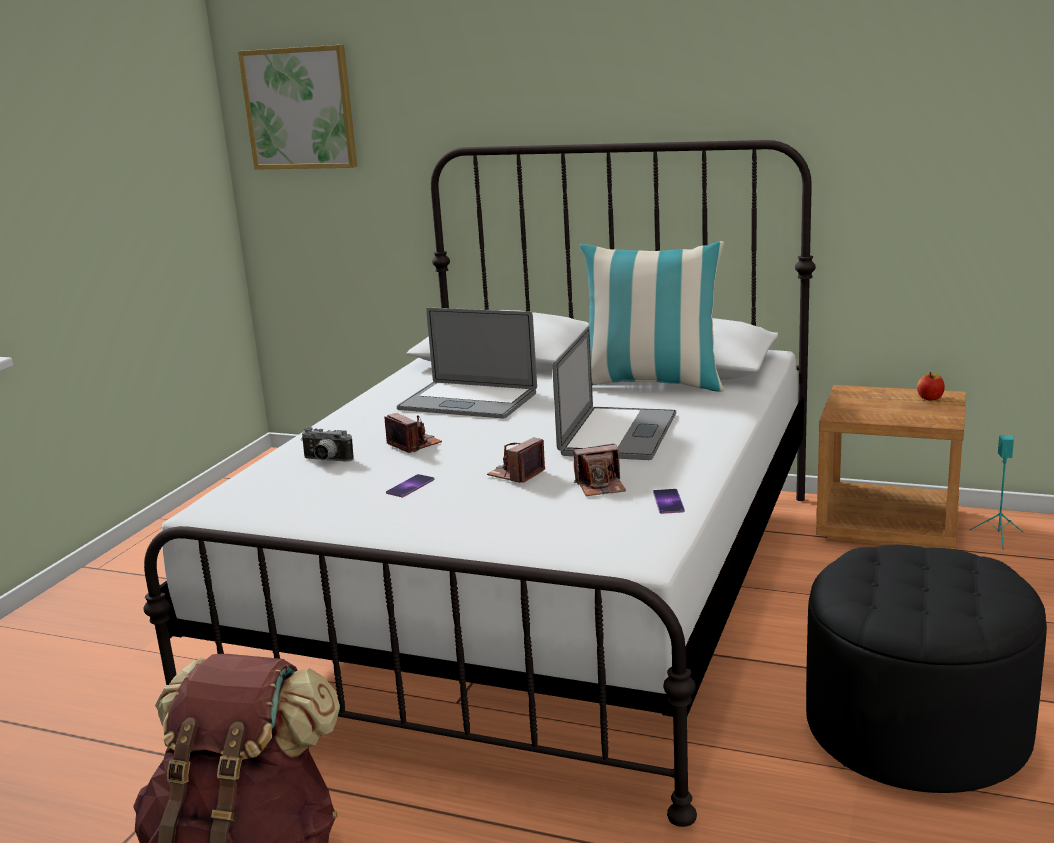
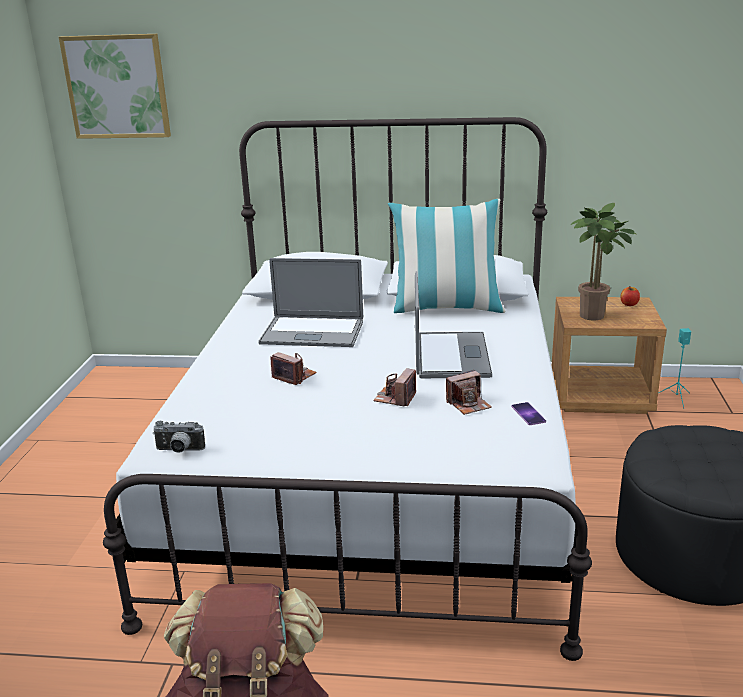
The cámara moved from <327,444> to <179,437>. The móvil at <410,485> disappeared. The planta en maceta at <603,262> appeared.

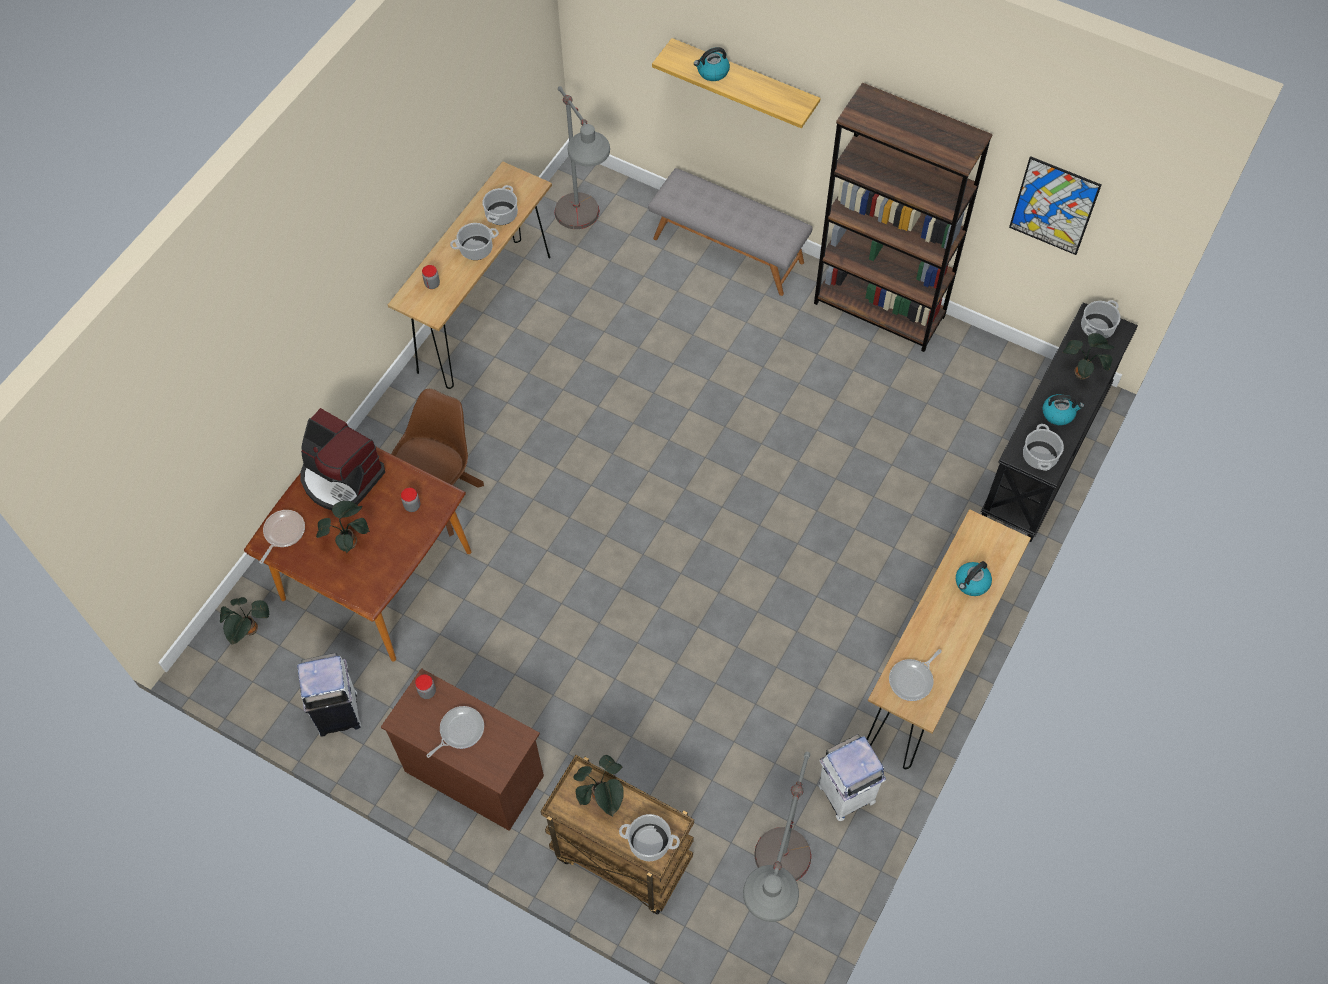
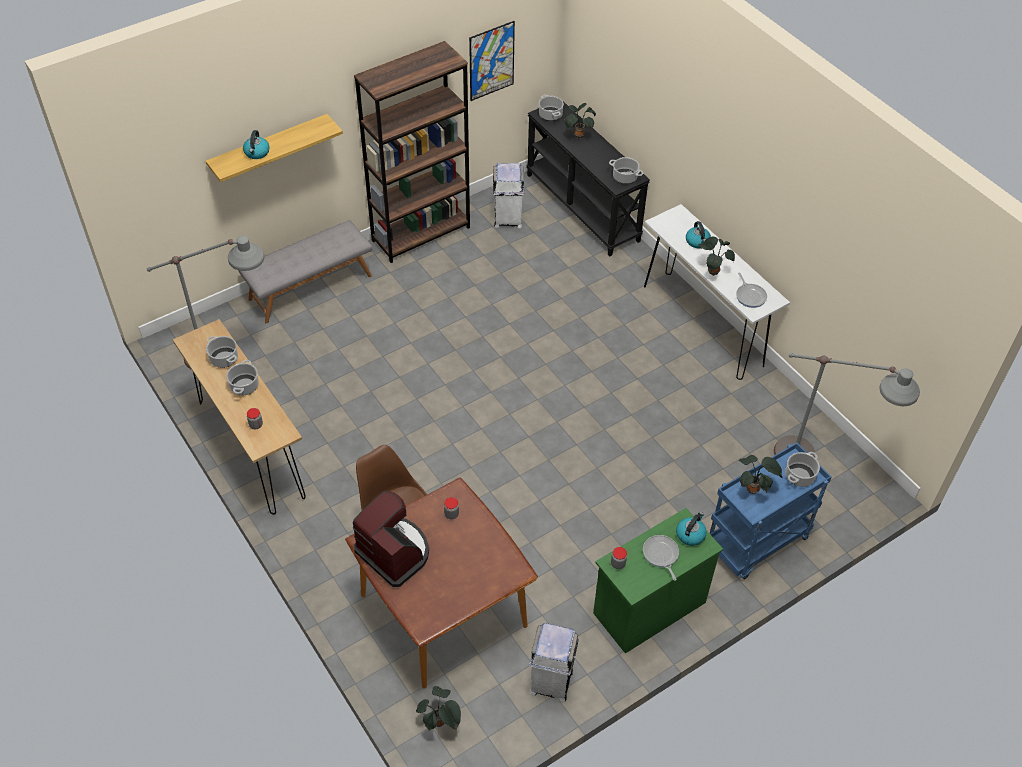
The hervidor moved from <1063,409> to <691,529>. The cafetera at <342,459> turned 105 degrees counterclockwise. The planta en maceta moved from <343,527> to <717,256>. The mesa consola (marrón) at <949,639> became the mesa consola (blanco) at <717,292>. The sartén at <282,537> disappeared. The cómoda (marrón) at <462,749> became the cómoda (verde) at <658,581>. The papelera (blanco) moved from <852,777> to <508,195>. The carrito (marrón) at <617,835> became the carrito (azul) at <771,510>.

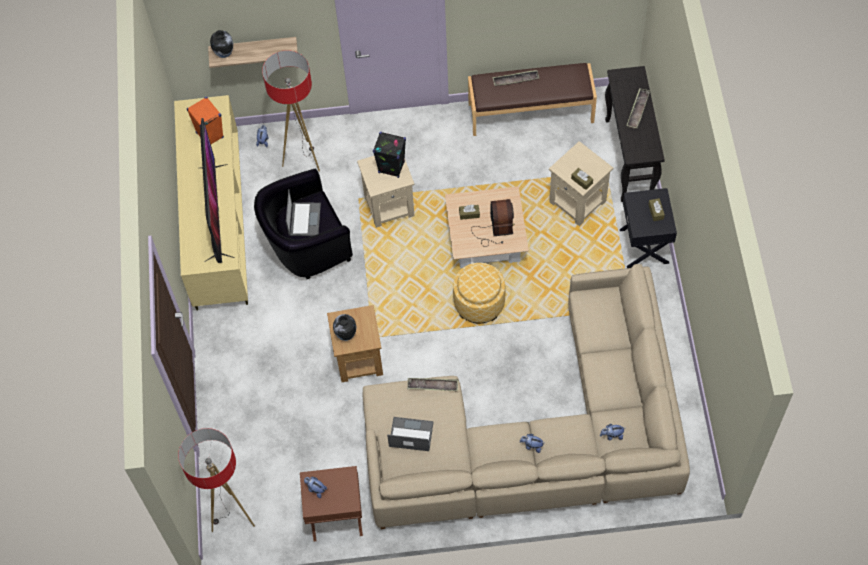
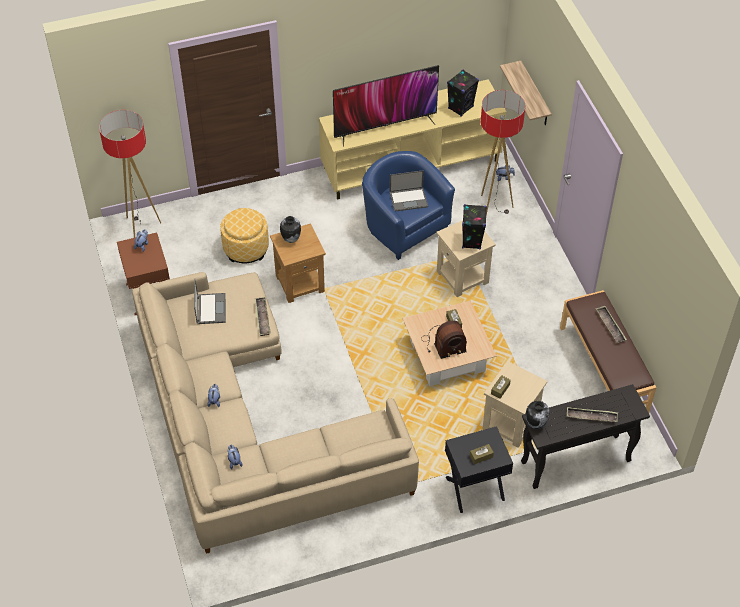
The florero moved from <221,44> to <538,415>. The altavoz (naranja) at <205,120> became the altavoz (negro) at <463,93>. The sillón (negro) at <303,224> became the sillón (azul) at <408,205>. The puf moved from <479,293> to <244,235>.

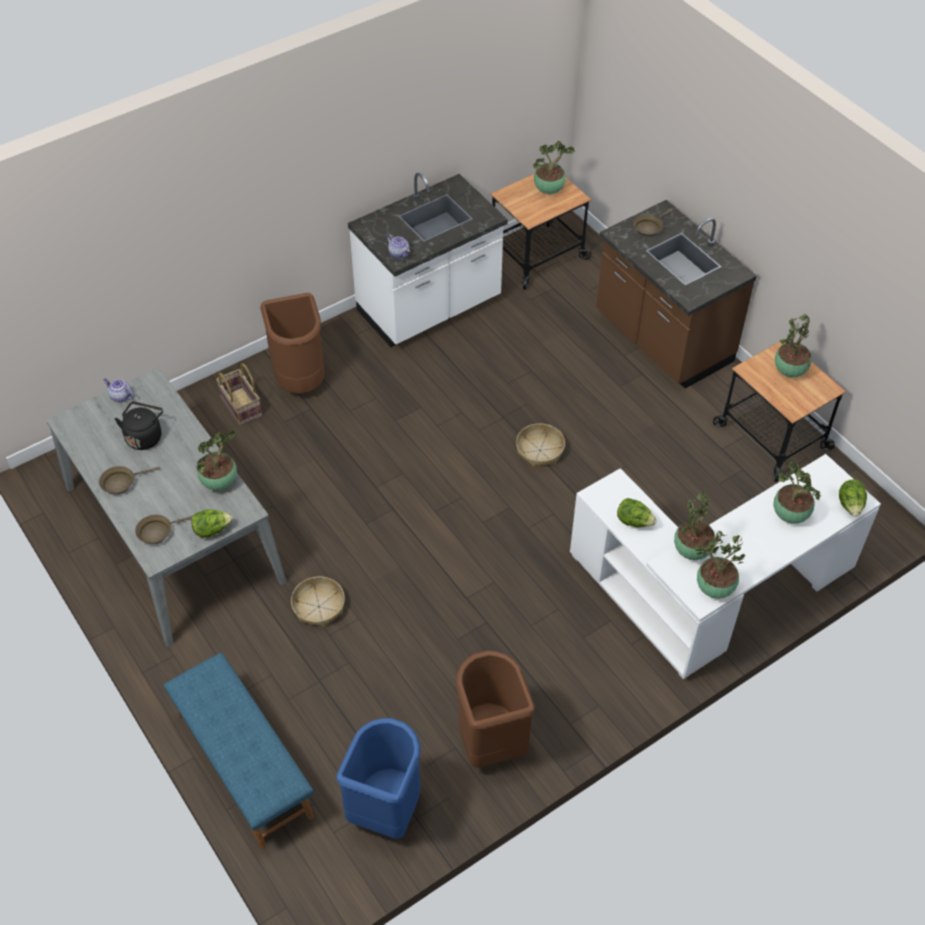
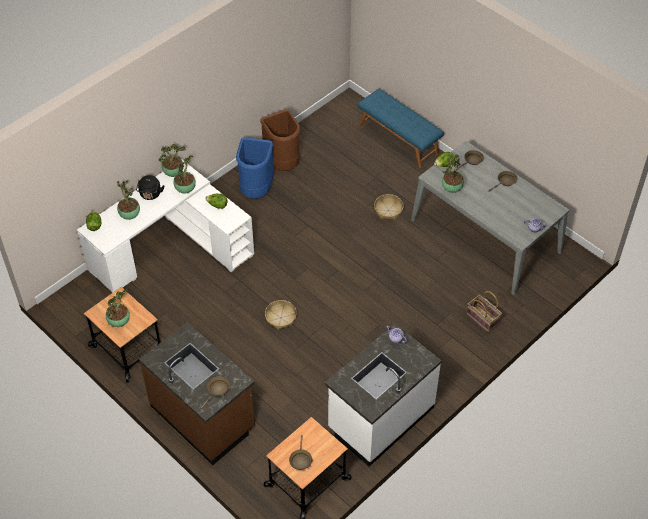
The planta en maceta at <554,167> was replaced by the sartén (marrón) at <300,452>. The papelera (marrón) at <292,343> disappeared. The hervidor (negro) moved from <139,426> to <150,187>. The papelera (azul) moved from <378,778> to <255,168>.

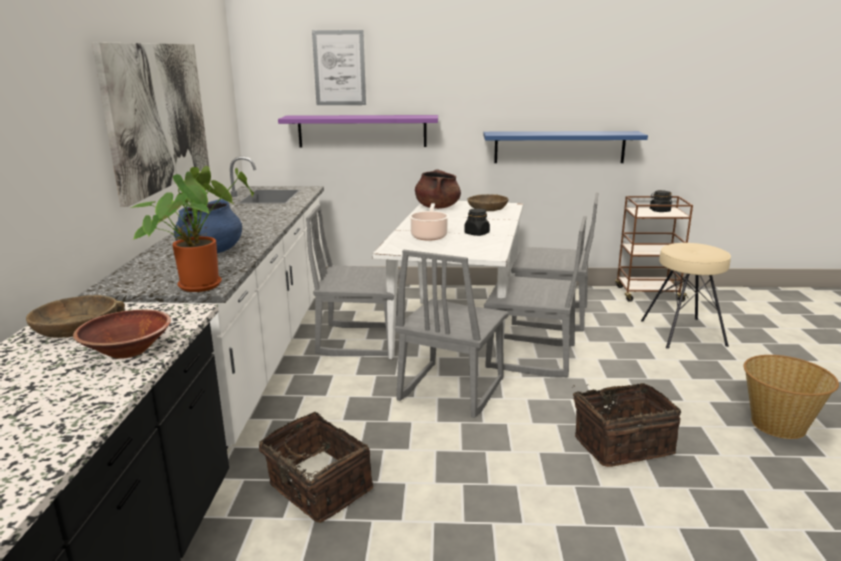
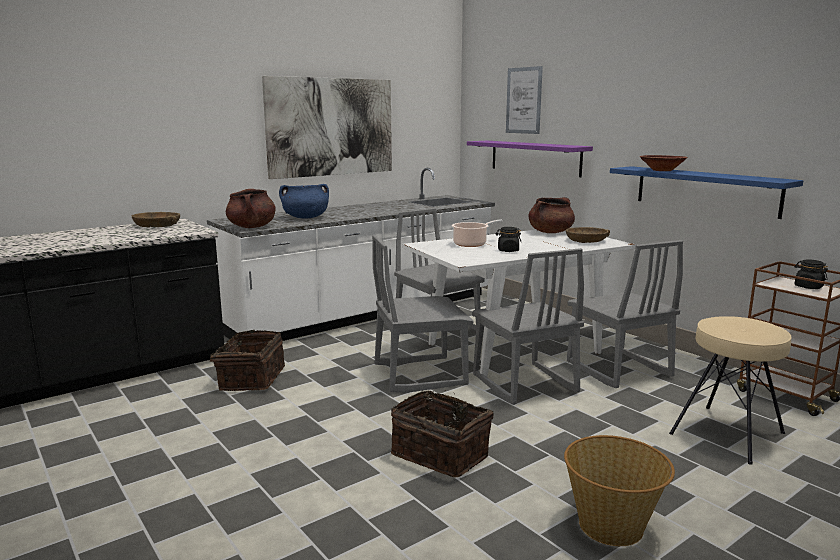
The planta en maceta at <192,229> was replaced by the olla (marrón) at <251,208>. The cuenco (marrón) moved from <122,334> to <663,163>.

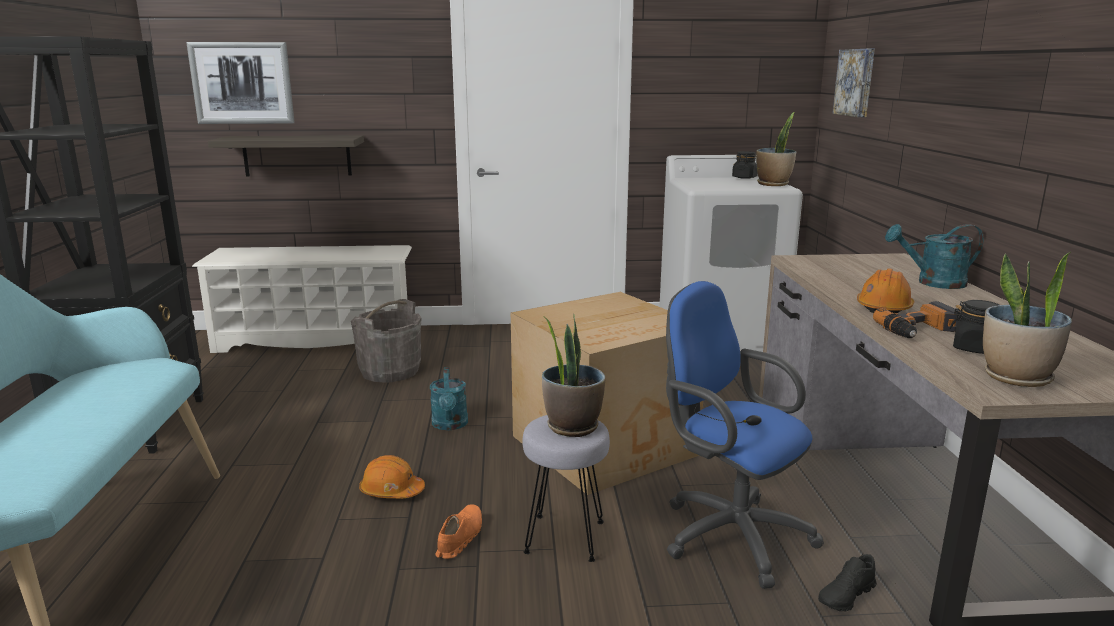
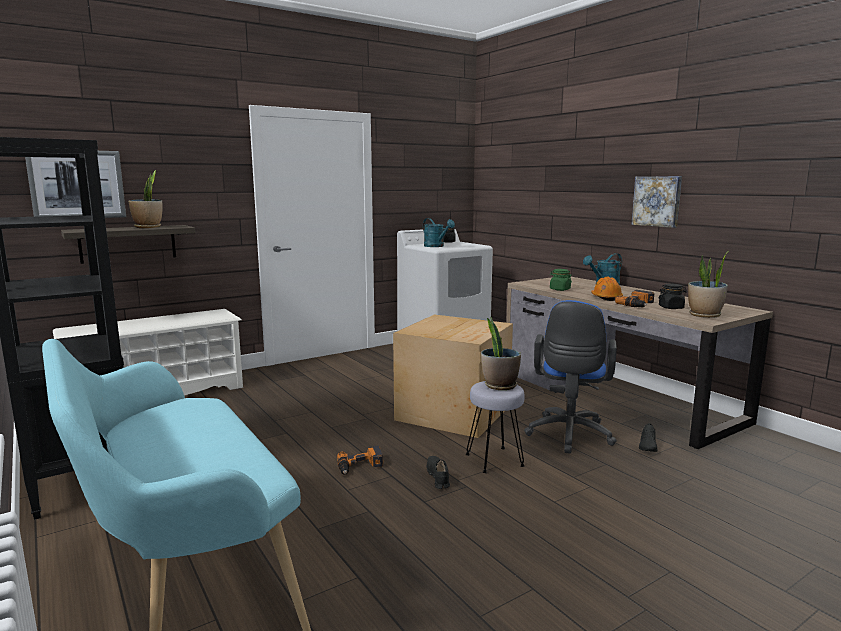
The cuadro moved from <853,82> to <656,202>. The planta en maceta moved from <776,149> to <145,199>. The silla de oficina (azul) at <745,435> turned 90 degrees counterclockwise. The cubo (gris) at <386,341> disappeared. The regadera (turquesa) moved from <449,398> to <439,232>. The casco (naranja) at <392,476> was replaced by the taladro at <360,460>. The zapato (naranja) at <459,531> became the zapato (negro) at <438,472>. The tarro (verde) at <561,280> appeared.

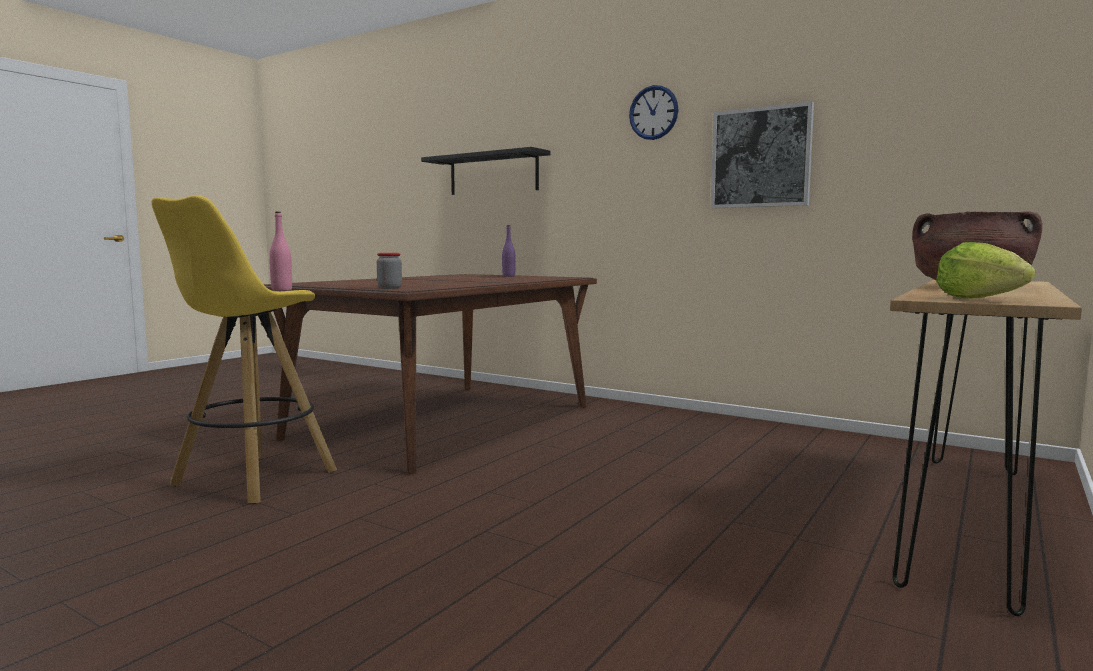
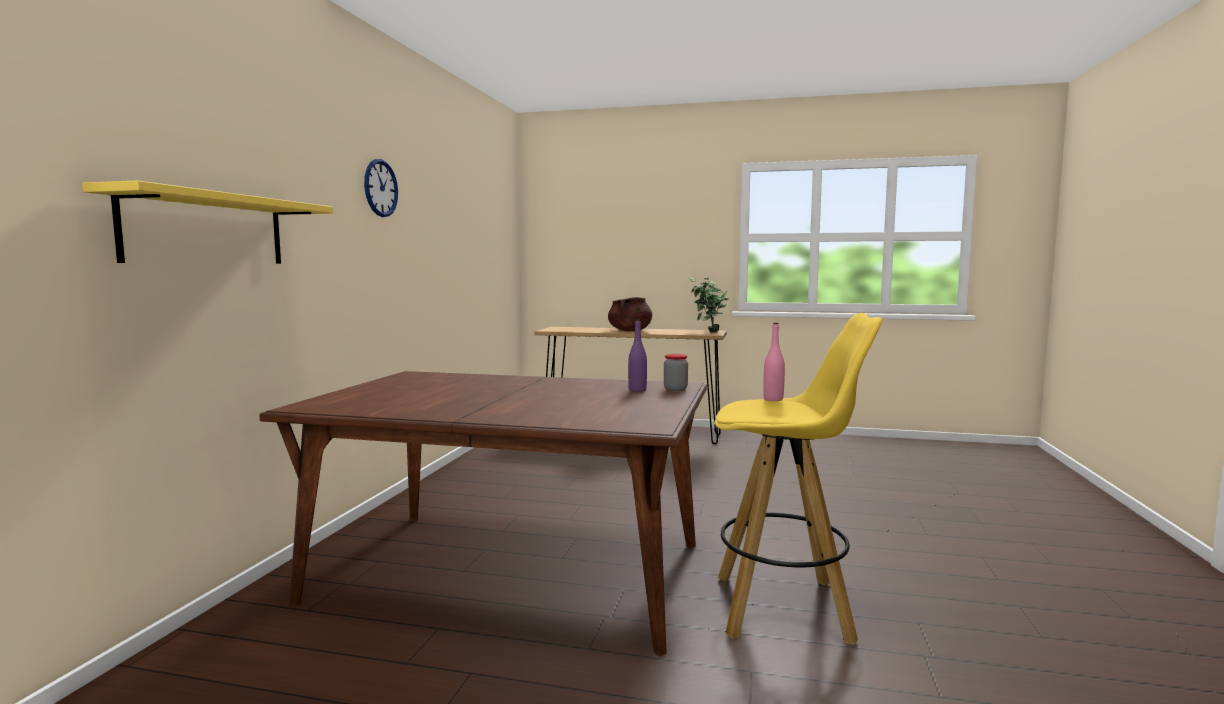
The cuadro at <762,154> disappeared. The estante (negro) at <485,171> became the estante (amarillo) at <208,222>. The botella (morado) moved from <508,251> to <637,356>. The lechuga at <985,270> was replaced by the planta en maceta at <709,305>.

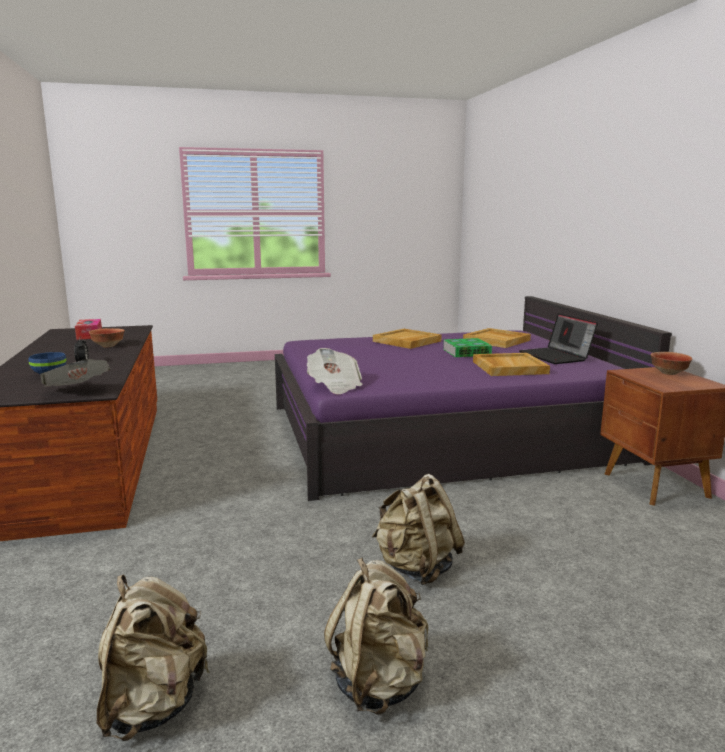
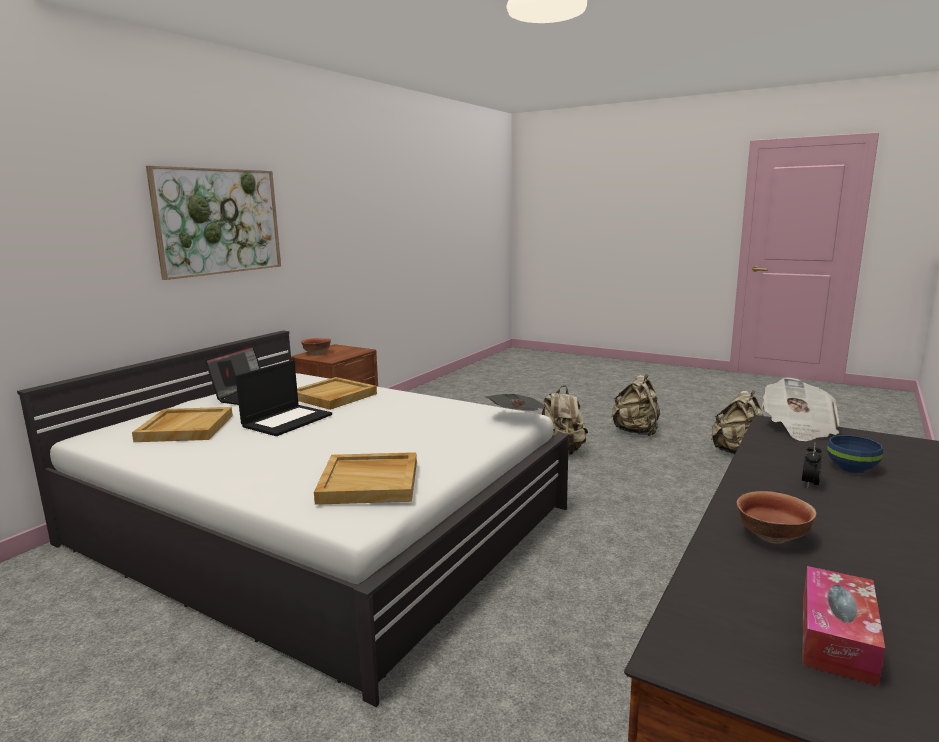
The cama (morado) at <473,398> became the cama (blanco) at <293,519>. The bandeja (beis) moved from <407,339> to <365,478>. The libro at <467,347> was replaced by the portátil at <283,398>. The cuadro at <213,223> appeared.

